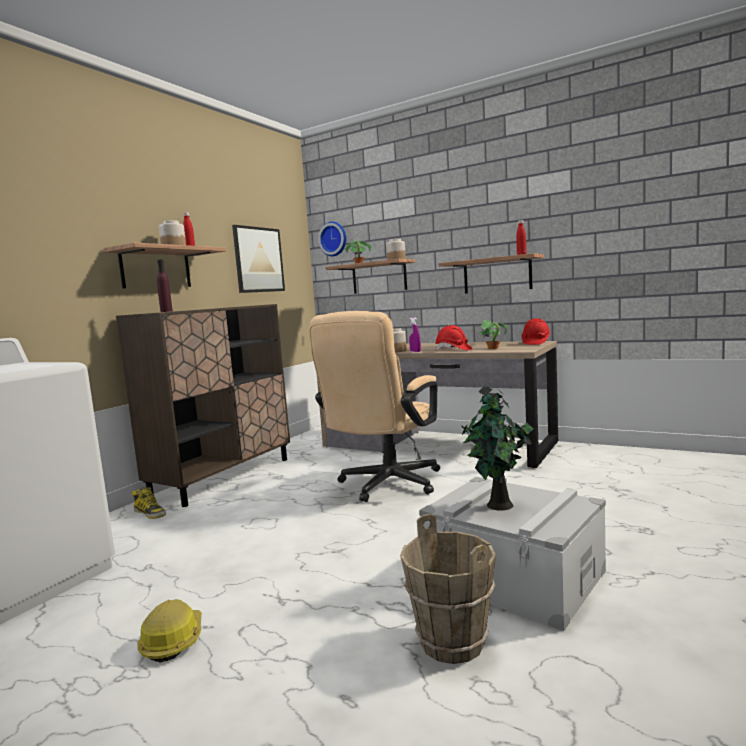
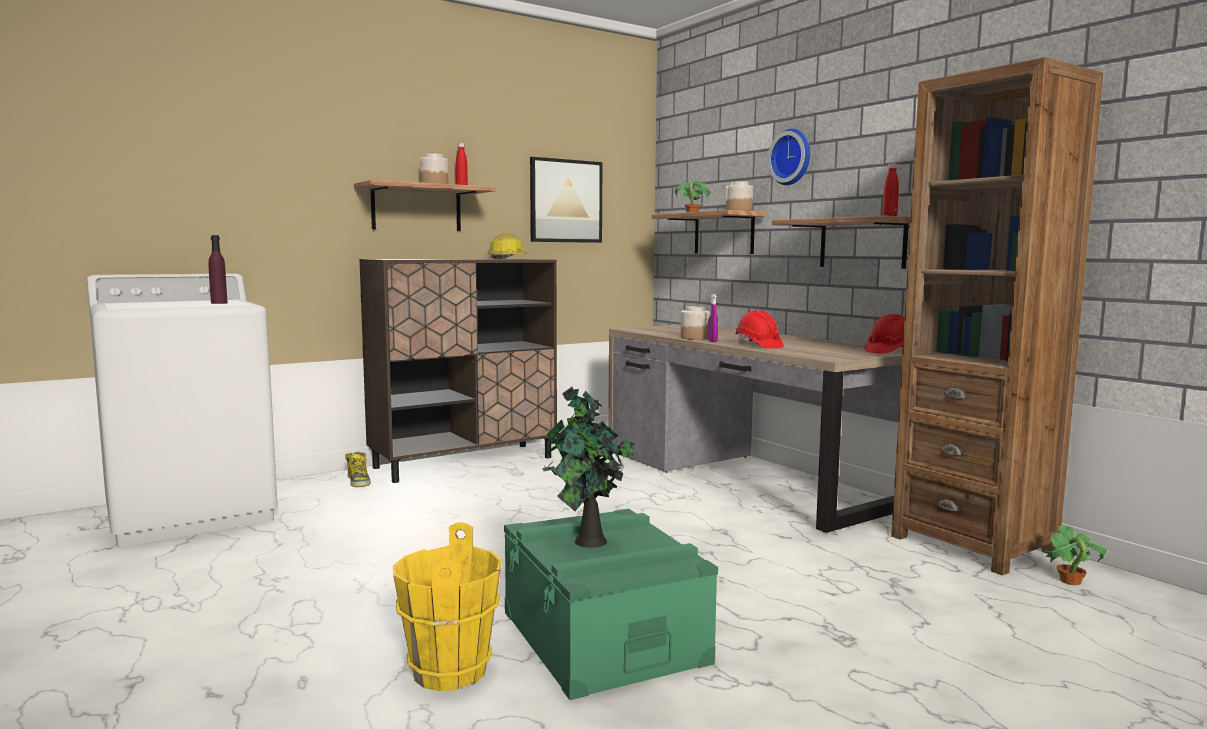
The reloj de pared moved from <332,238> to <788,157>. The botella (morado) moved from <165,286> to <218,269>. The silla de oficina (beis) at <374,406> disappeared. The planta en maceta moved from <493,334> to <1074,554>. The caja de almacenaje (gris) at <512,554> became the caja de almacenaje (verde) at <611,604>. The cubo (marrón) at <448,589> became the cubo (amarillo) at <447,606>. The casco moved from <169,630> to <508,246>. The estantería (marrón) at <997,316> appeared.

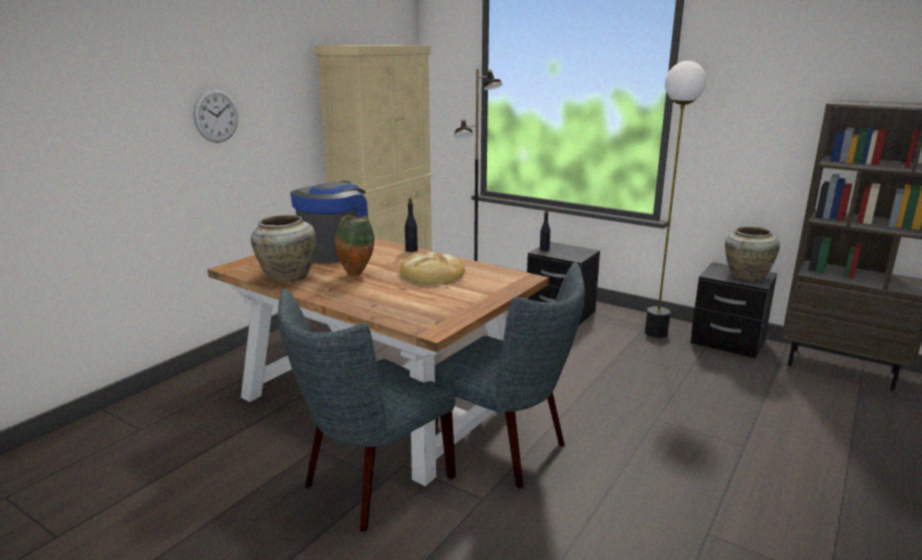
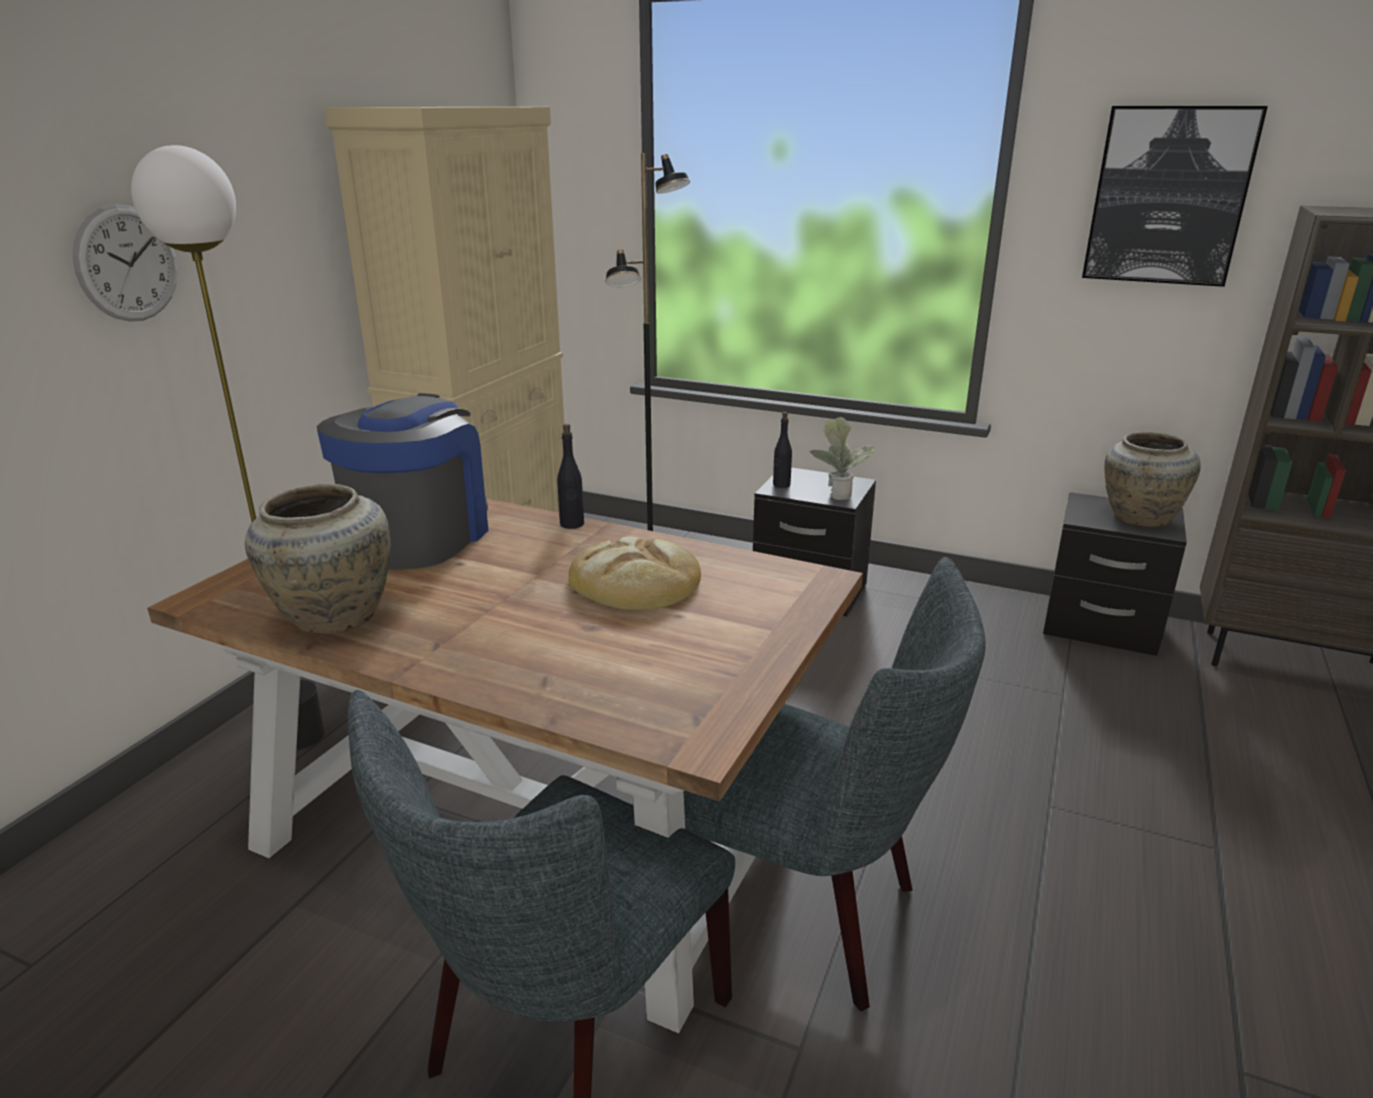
The lámpara de pie moved from <675,199> to <228,447>. The florero at <354,245> disappeared. The cuadro at <1175,196> appeared. The planta en maceta at <842,458> appeared.

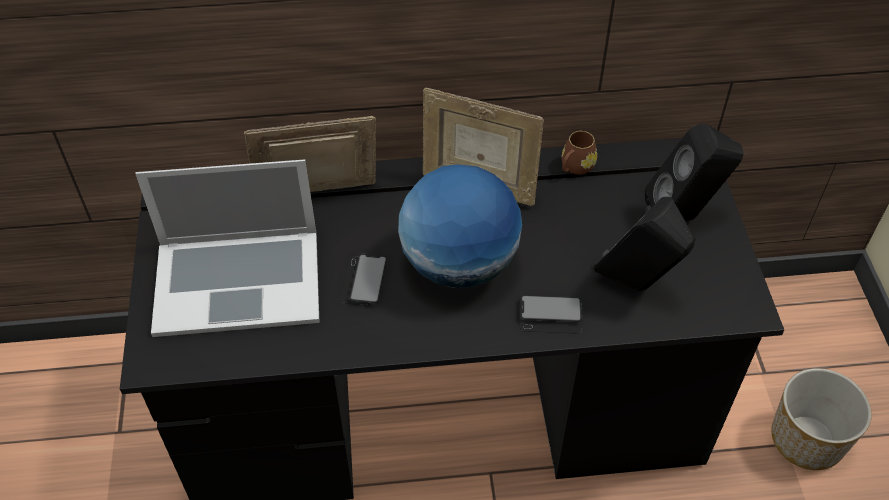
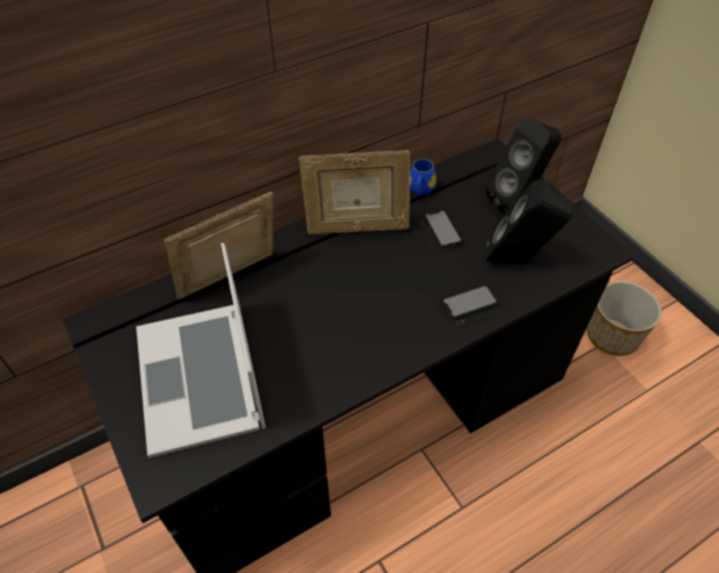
The taza grande (marrón) at <579,153> became the taza grande (azul) at <423,177>. The portátil at <227,248> turned 105 degrees clockwise. The globo terráqueo at <460,226> disappeared. The móvil moved from <363,279> to <439,230>.

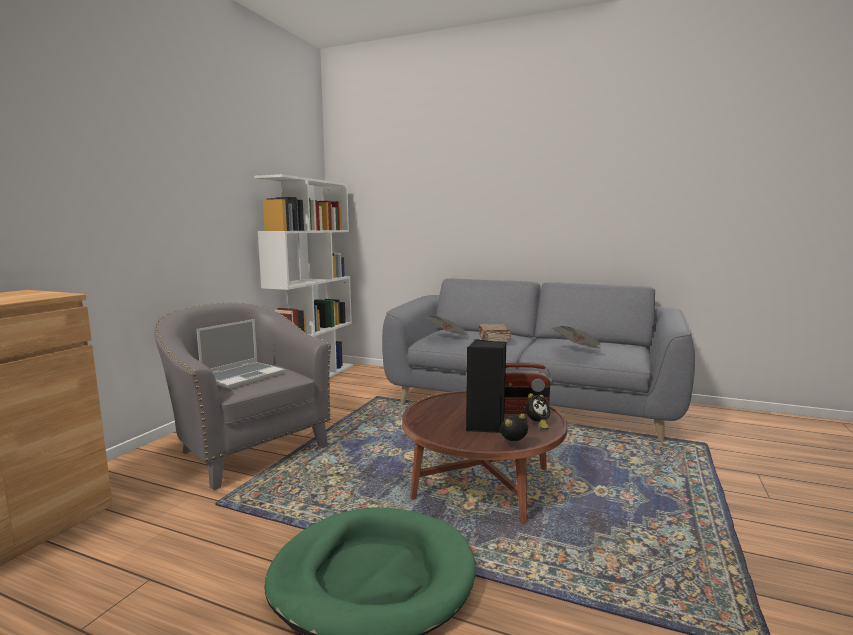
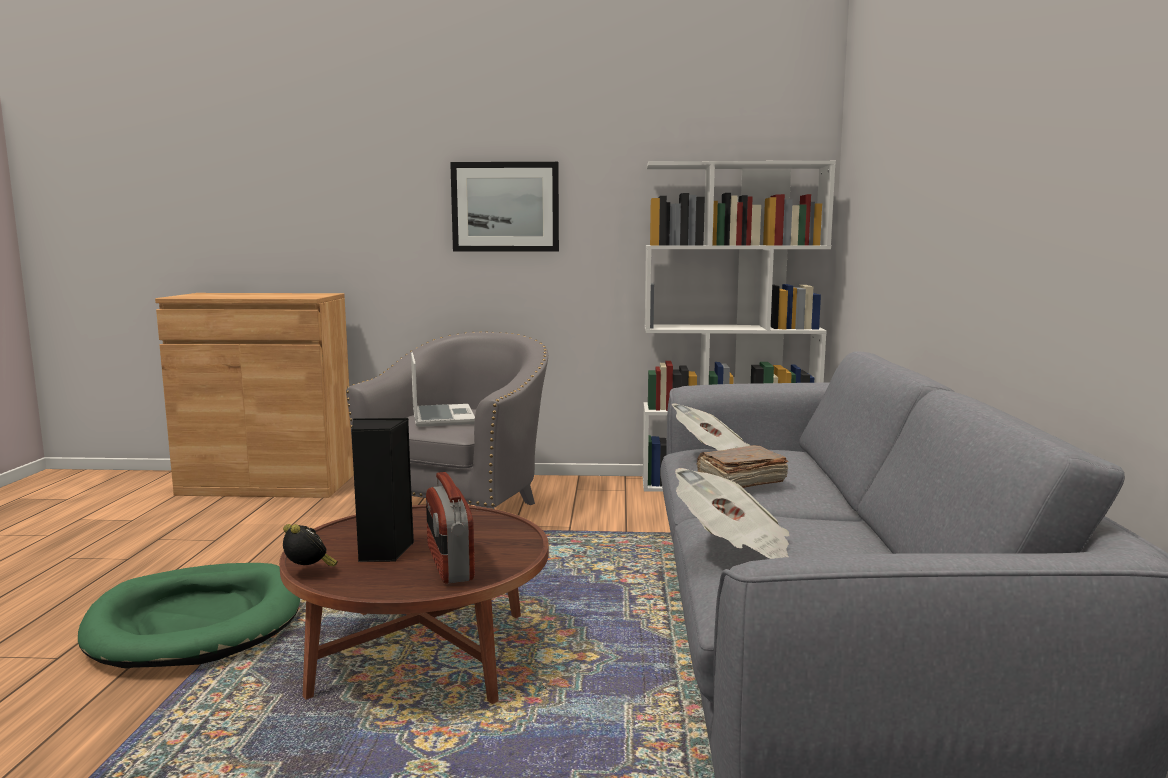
The portátil at <241,354> turned 120 degrees counterclockwise. The despertador at <537,411> disappeared. The cuadro at <504,207> appeared.

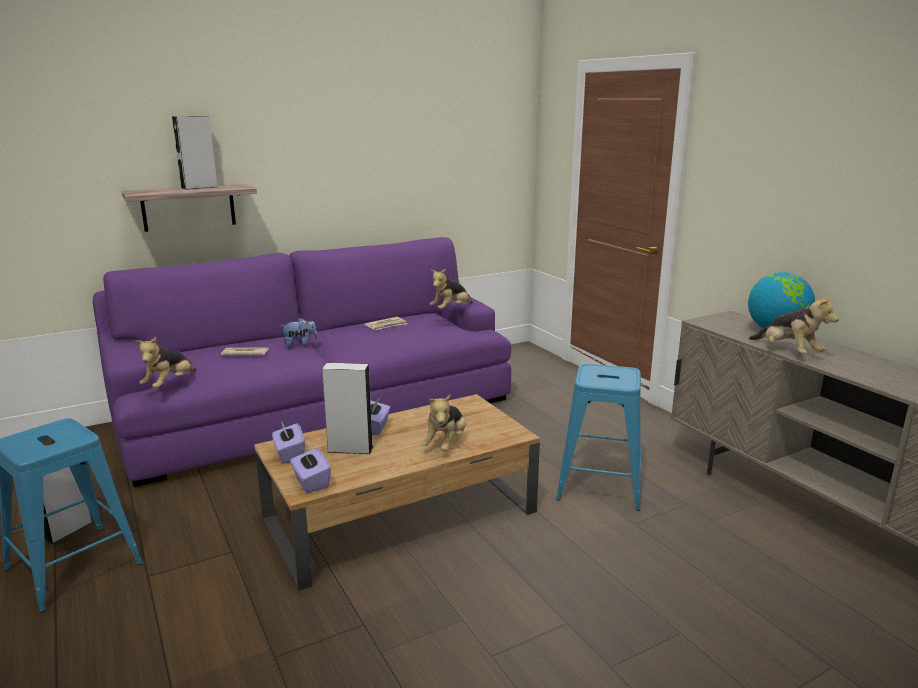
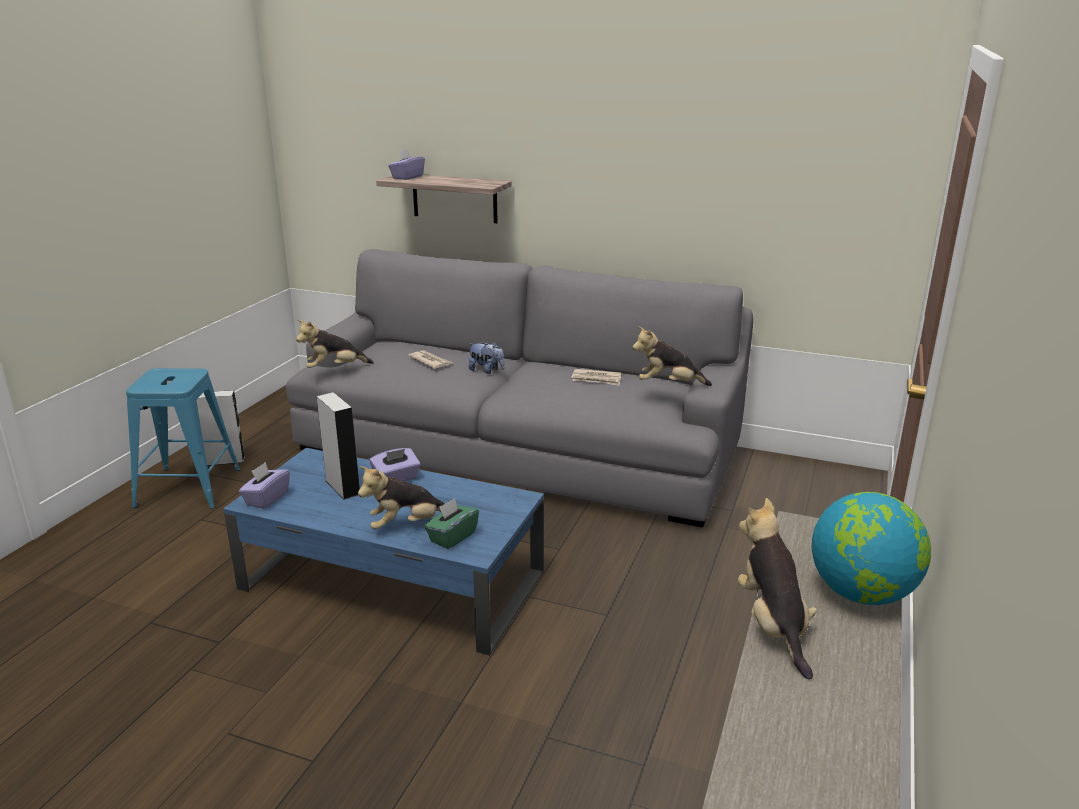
The altavoz (gris) at <194,153> disappeared. The sofá (morado) at <302,362> became the sofá (gris) at <519,388>. The peluche at <794,323> turned 150 degrees clockwise. The taburete (azul) at <598,437> disappeared. The mesa de centro (marrón) at <397,492> became the mesa de centro (azul) at <383,551>. The caja de pañuelos (morado) moved from <288,443> to <406,164>. The caja de pañuelos (verde) at <451,523> appeared.

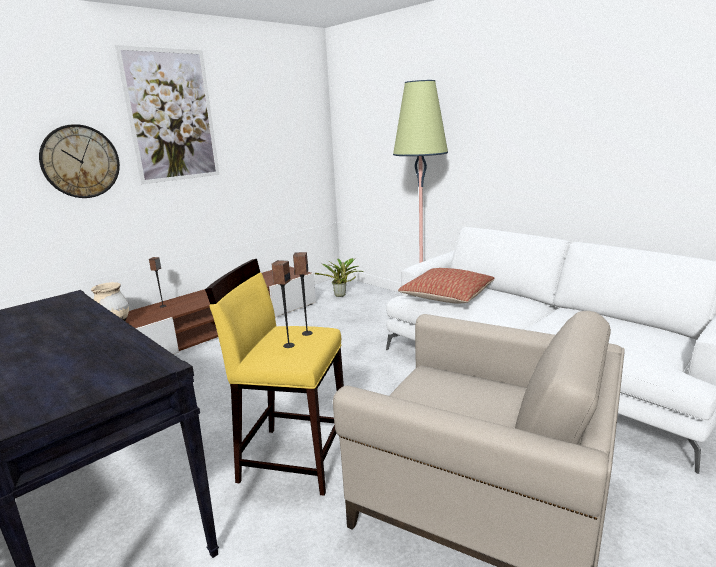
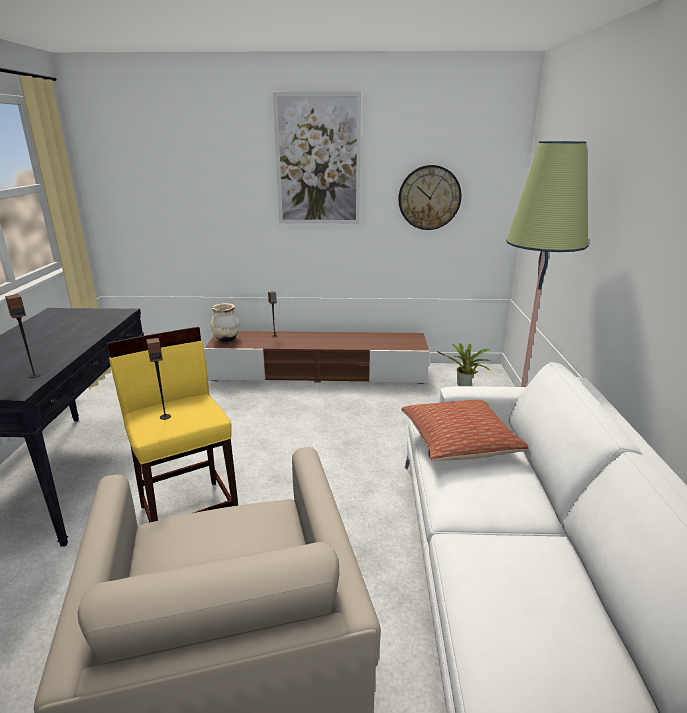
The reloj de pared moved from <79,161> to <430,197>. The altavoz moved from <303,294> to <23,336>.

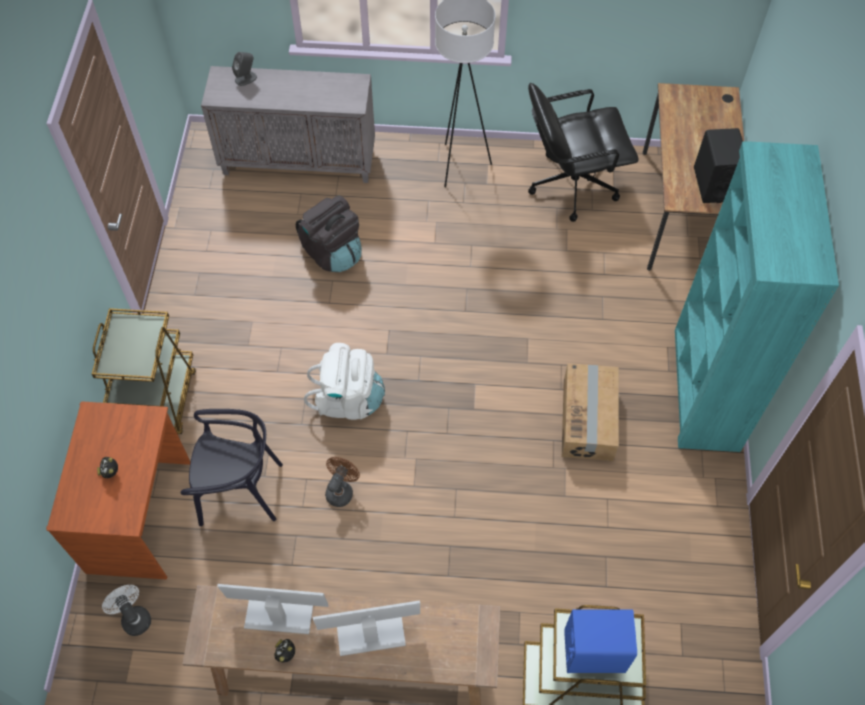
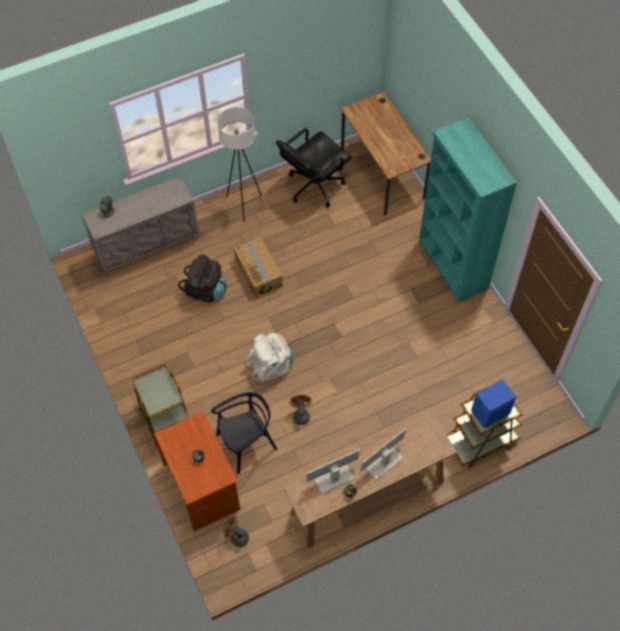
The altavoz (negro) at <718,165> disappeared. The caja de cartón moved from <590,412> to <258,267>. The ventilador (blanco) at <126,610> became the ventilador (marrón) at <236,532>.

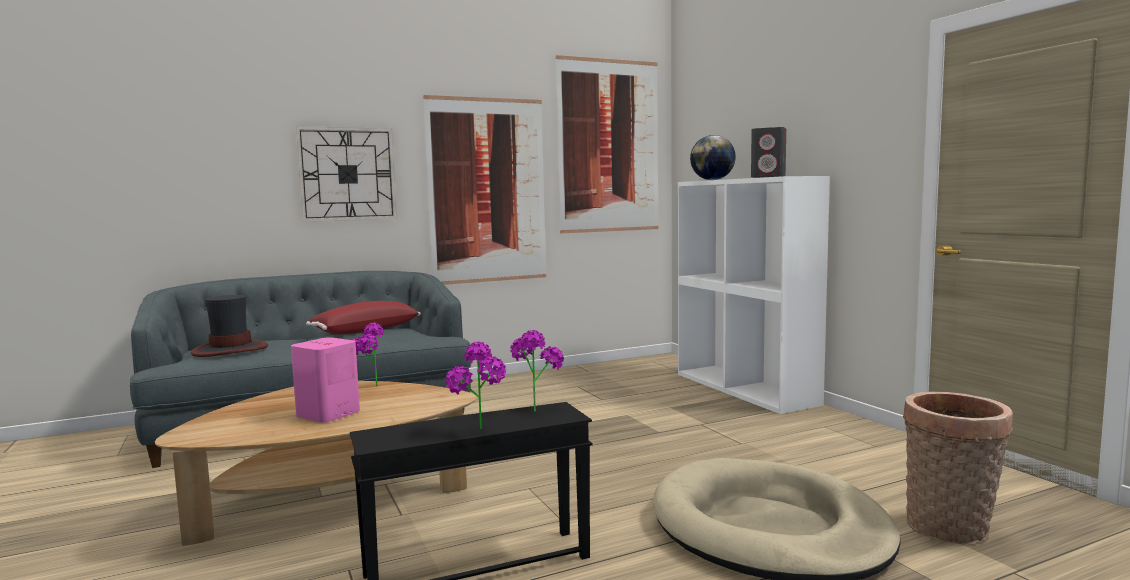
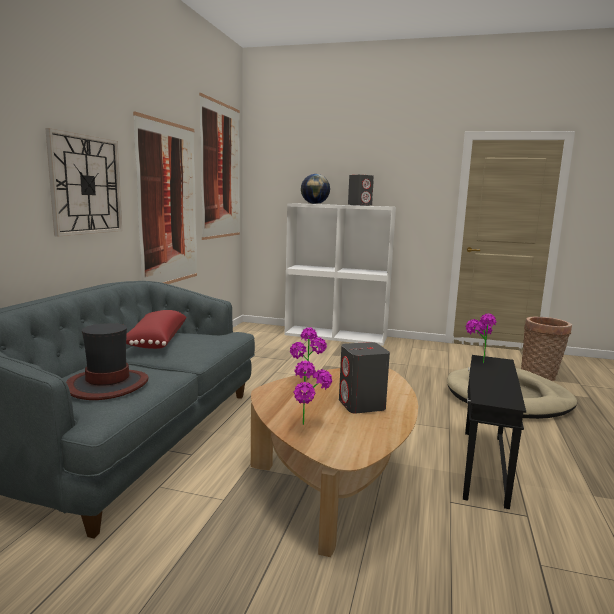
The altavoz (rosa) at <325,380> became the altavoz (gris) at <364,378>. The planta en maceta moved from <475,385> to <313,392>.

